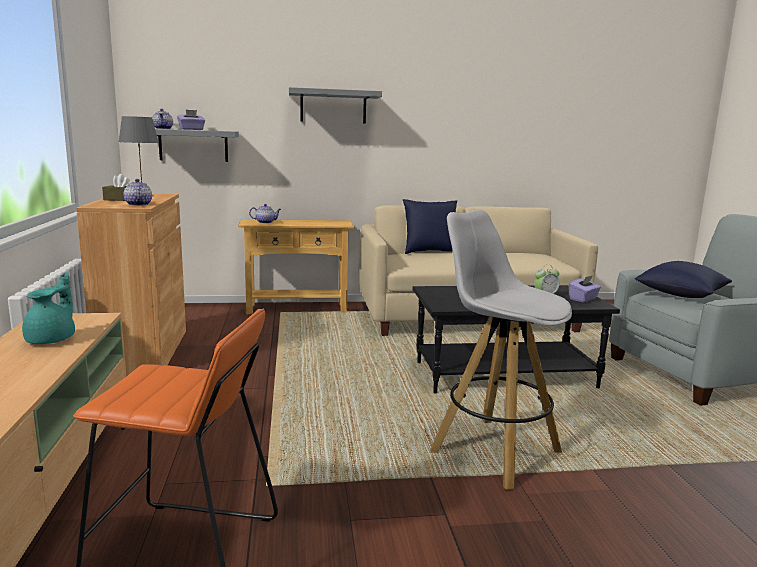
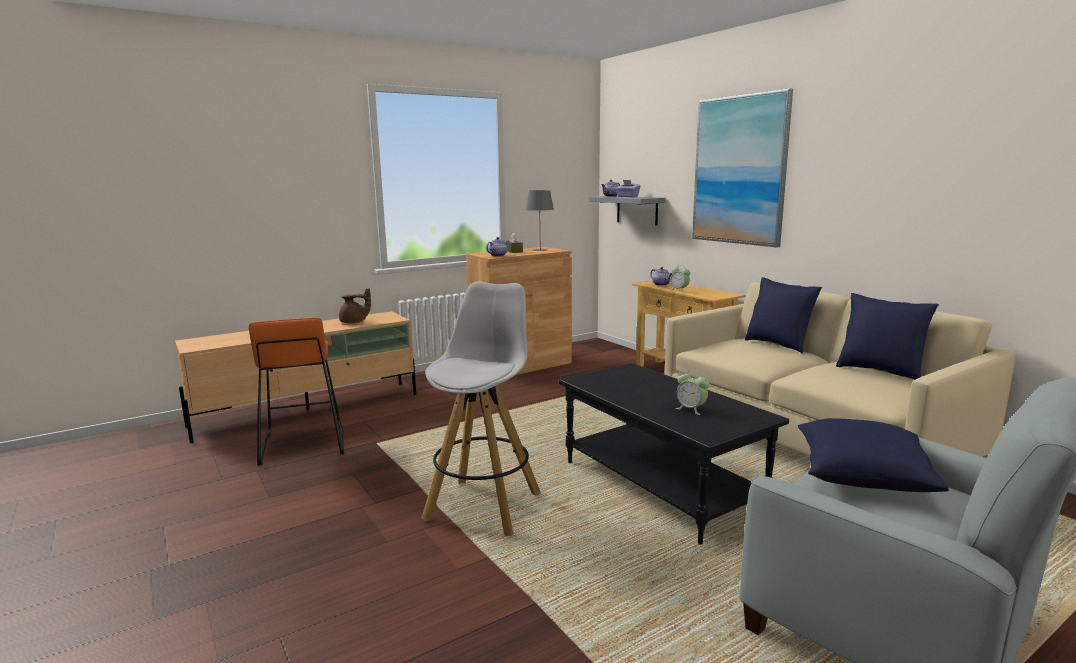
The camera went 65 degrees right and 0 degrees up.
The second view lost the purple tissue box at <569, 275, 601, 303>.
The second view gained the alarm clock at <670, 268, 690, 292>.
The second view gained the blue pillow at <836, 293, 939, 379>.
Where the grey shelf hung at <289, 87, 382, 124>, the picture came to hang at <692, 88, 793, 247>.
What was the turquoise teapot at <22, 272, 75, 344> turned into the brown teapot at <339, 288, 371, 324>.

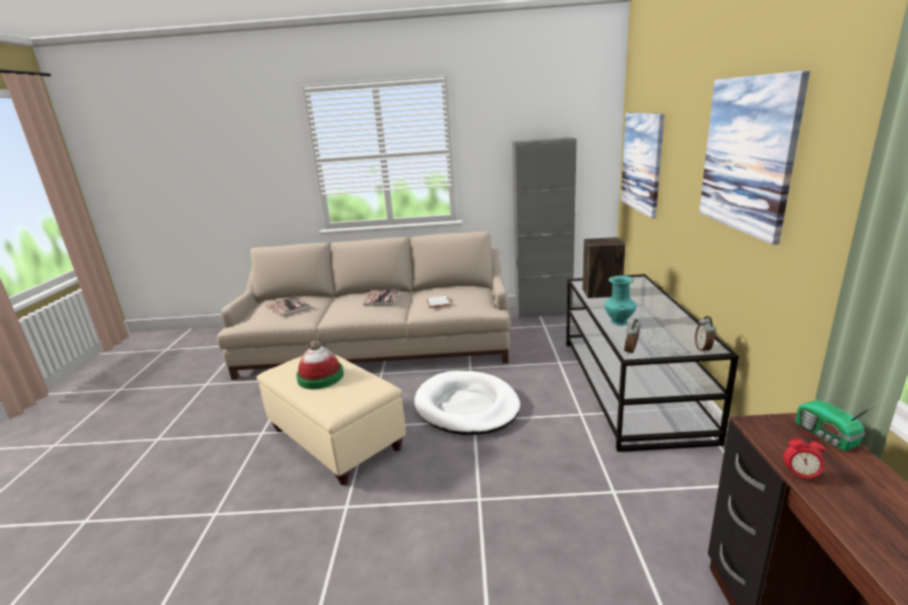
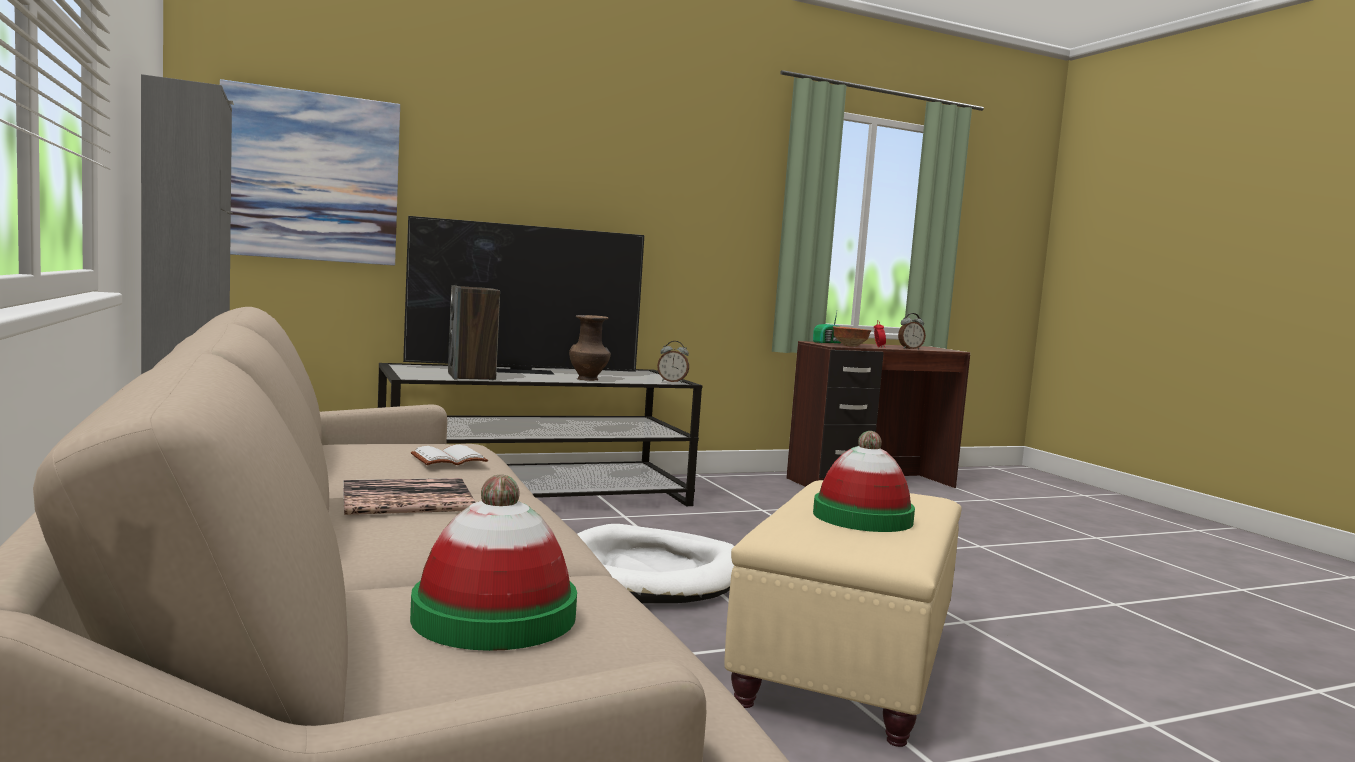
The camera went 115 degrees left and 15 degrees down.
The second view lost the picture at <699, 70, 810, 245>.
The second view gained the television at <403, 216, 644, 375>.
The second view gained the bowl at <833, 326, 872, 347>.
The alarm clock ended up elsewhere, having gone from <695, 316, 716, 353> to <898, 313, 926, 350>.
Where the book stood at <266, 297, 310, 316>, the hat came to stand at <410, 474, 577, 651>.
What was the turquoise vase at <604, 275, 636, 326> turned into the brown vase at <569, 315, 611, 381>.

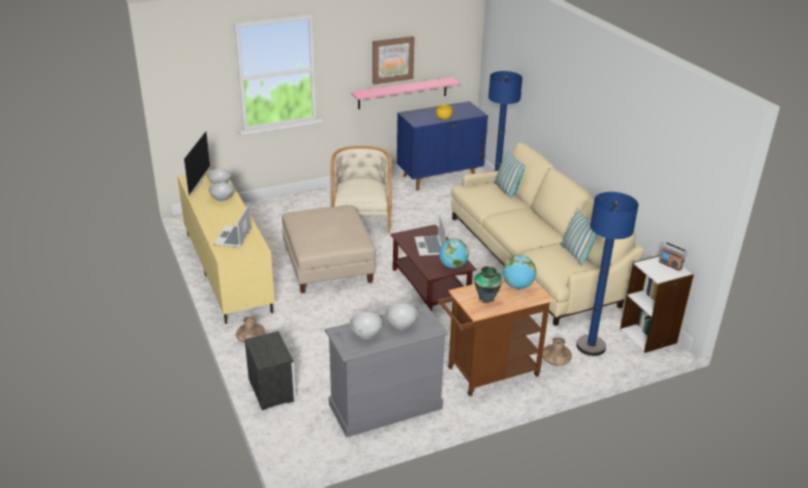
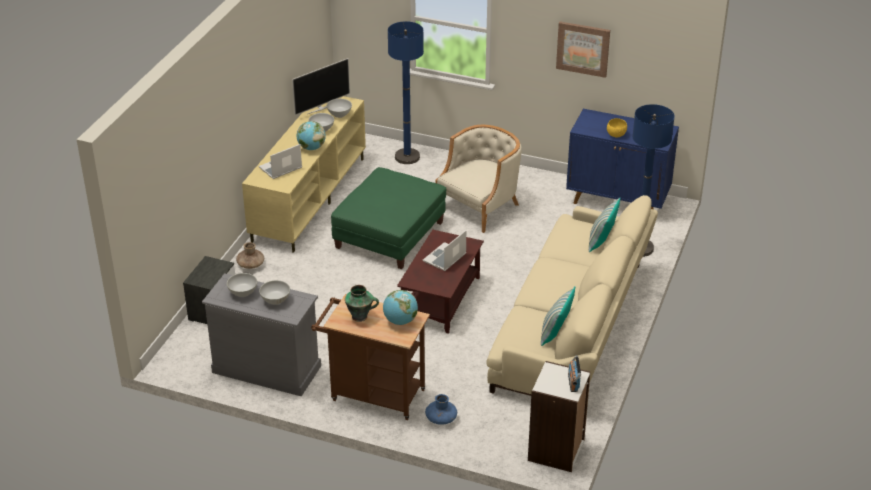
The camera went 45 degrees right and 5 degrees up.
The second view lost the pink shelf at <351, 77, 460, 109>.
The globe ended up elsewhere, having gone from <439, 239, 469, 269> to <297, 121, 326, 150>.
The blue floor lamp ended up elsewhere, having gone from <576, 192, 639, 356> to <388, 21, 424, 164>.
What was the beige ottoman at <282, 205, 376, 293> turned into the green ottoman at <331, 167, 446, 269>.
What was the brown vase at <542, 337, 572, 366> turned into the blue vase at <425, 394, 457, 425>.

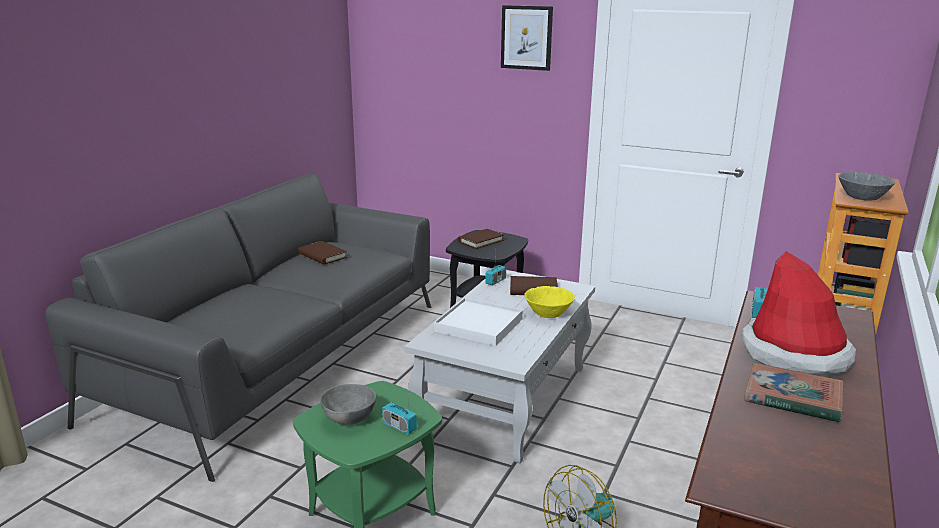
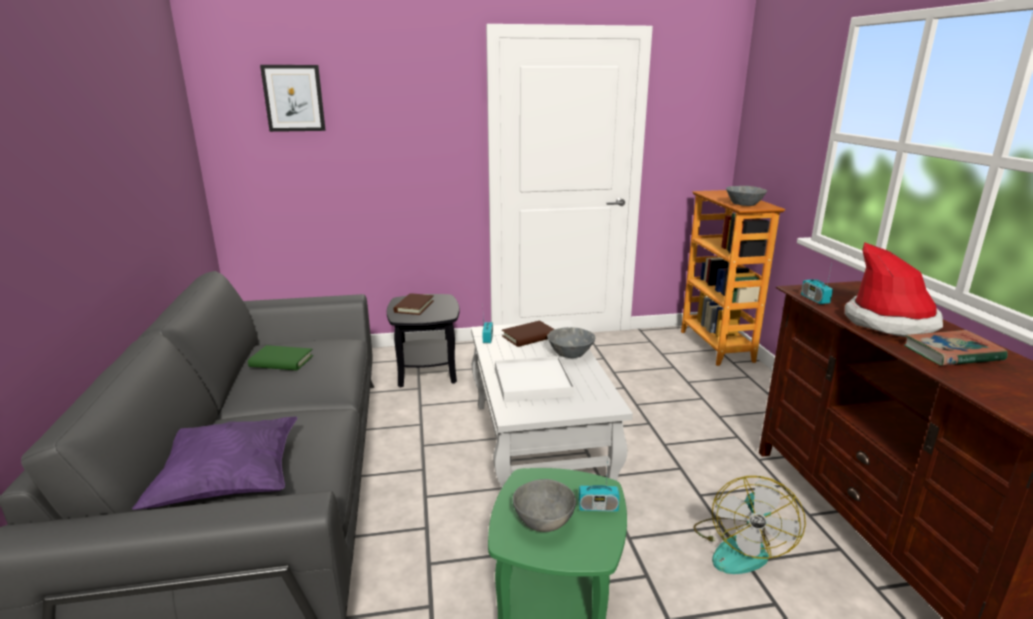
The camera went 35 degrees left and 0 degrees up.
The second view gained the purple pillow at <132, 417, 297, 510>.
The picture ended up elsewhere, having gone from <501, 5, 553, 71> to <260, 65, 326, 132>.
What was the brown book at <298, 241, 347, 265> turned into the green book at <248, 345, 313, 370>.
What was the yellow bowl at <524, 286, 575, 318> turned into the grey bowl at <547, 327, 595, 358>.

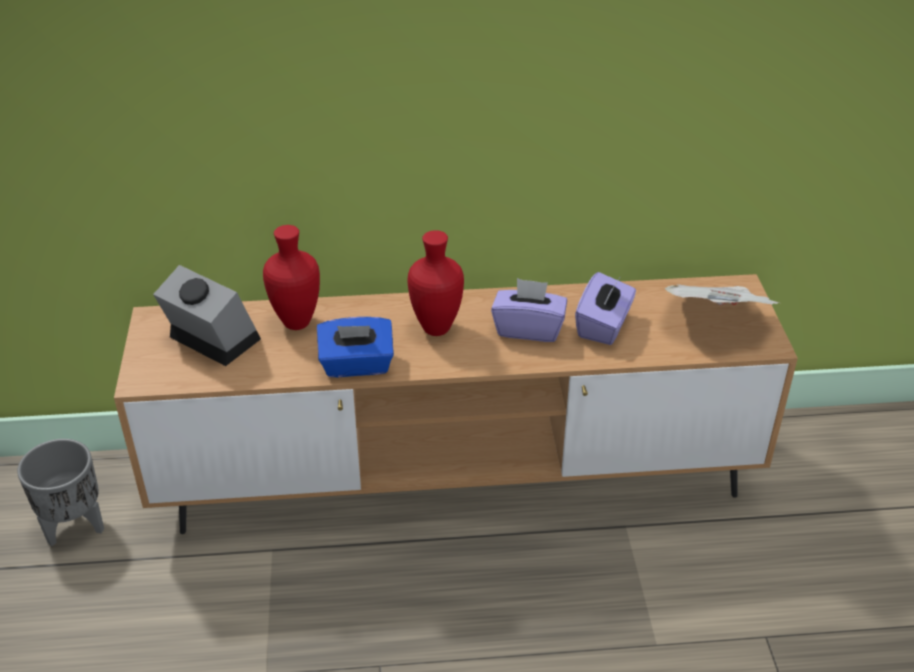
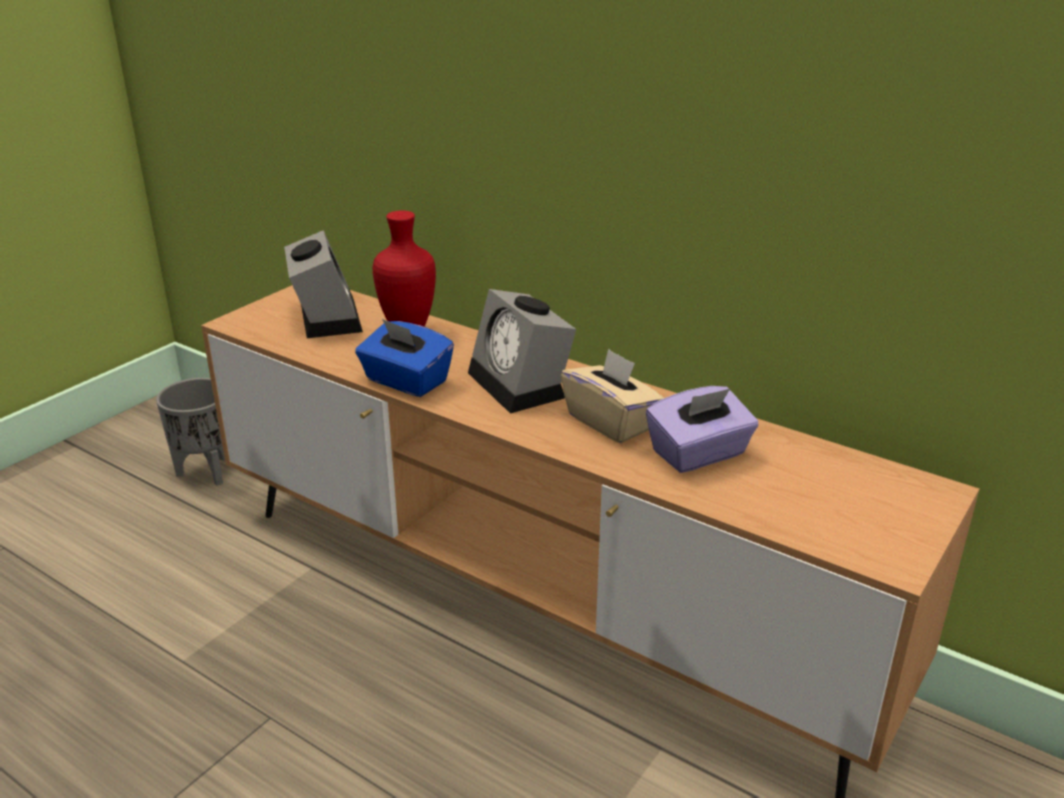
The camera went 40 degrees right and 10 degrees down.
The second view lost the newspaper at <664, 284, 779, 306>.
Where the red vase stood at <408, 230, 464, 336>, the alarm clock came to stand at <468, 289, 576, 413>.
What was the purple tissue box at <491, 278, 567, 342> turned into the beige tissue box at <561, 348, 664, 443>.

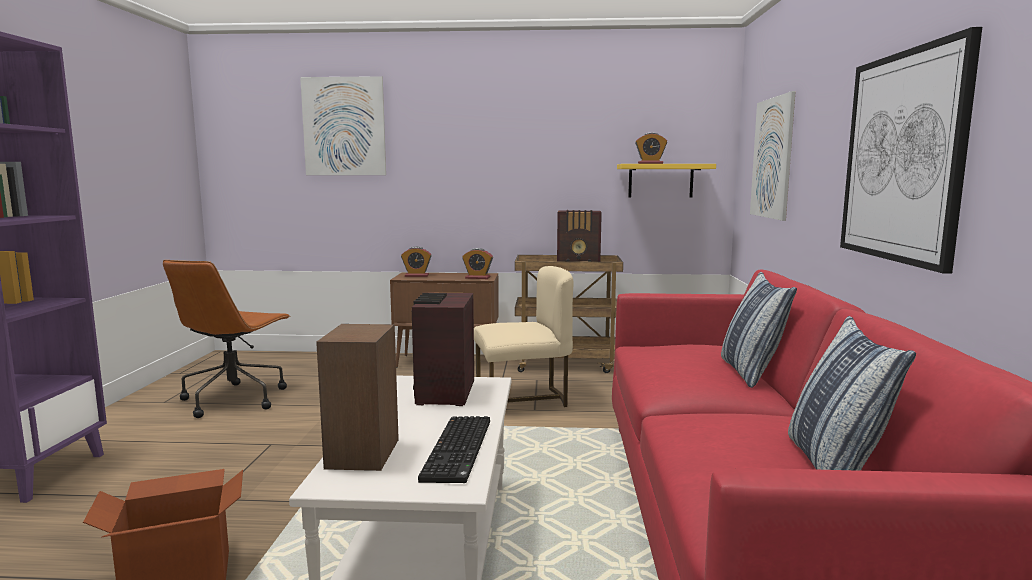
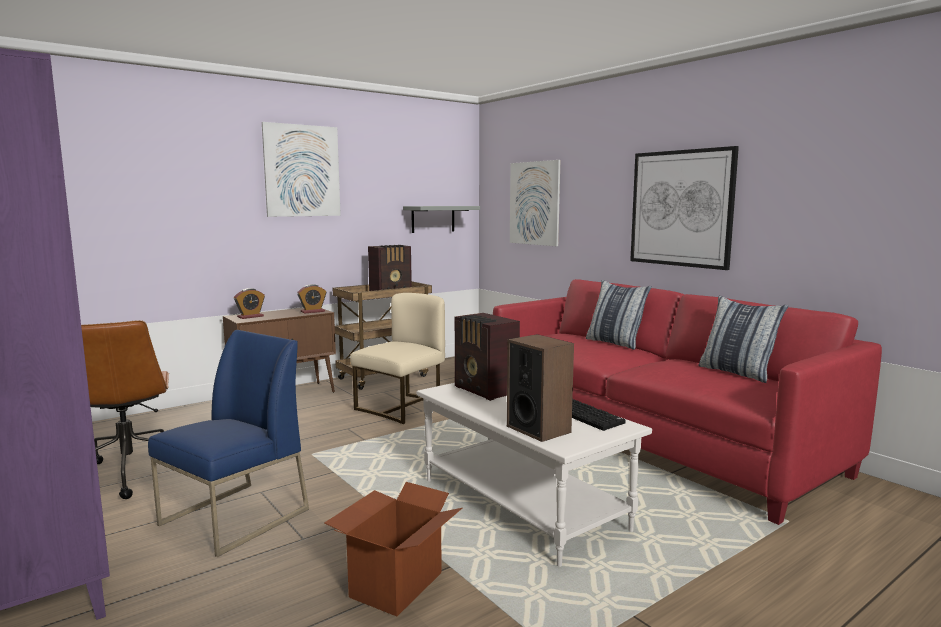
The camera went 40 degrees left and 0 degrees up.
The second view lost the alarm clock at <635, 133, 667, 164>.
The second view gained the blue chair at <148, 330, 309, 557>.
The picture ended up elsewhere, having gone from <300, 76, 386, 175> to <262, 122, 341, 217>.
What was the yellow shelf at <617, 164, 716, 198> turned into the grey shelf at <403, 206, 480, 233>.

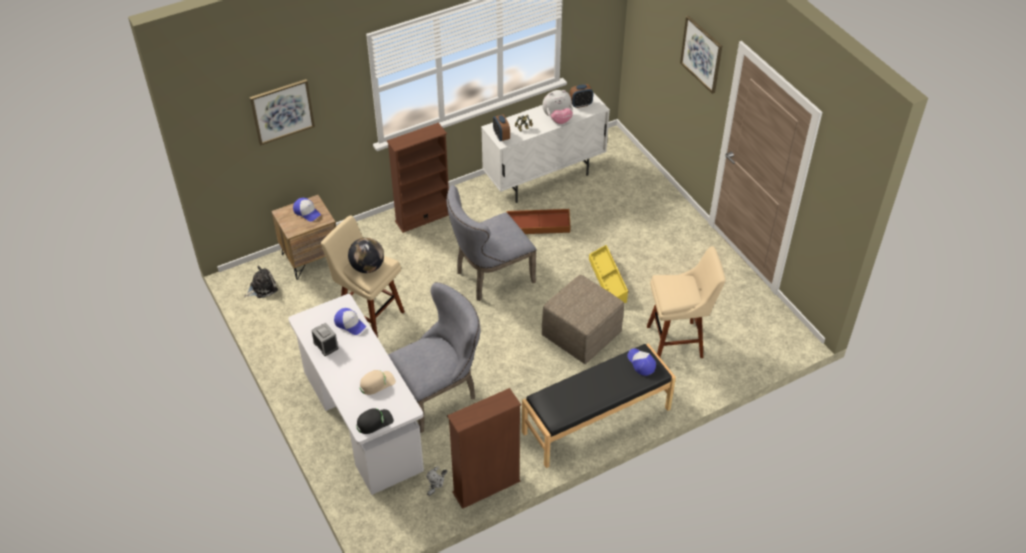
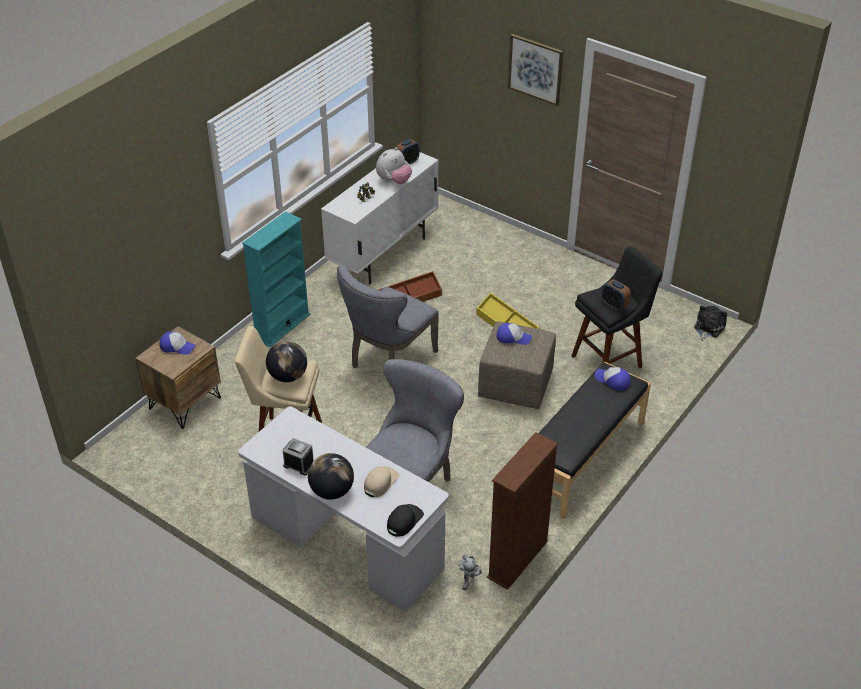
The camera went 25 degrees left and 5 degrees down.
The second view lost the picture at <250, 79, 315, 145>.
The second view gained the globe at <308, 453, 354, 500>.
The plush toy ended up elsewhere, having gone from <244, 266, 278, 298> to <694, 306, 727, 341>.
The cap ended up elsewhere, having gone from <334, 308, 366, 335> to <496, 323, 532, 345>.
The alarm clock ended up elsewhere, having gone from <493, 114, 510, 141> to <602, 279, 631, 311>.
What was the brown bookcase at <387, 123, 449, 233> turned into the turquoise bookcase at <242, 211, 310, 347>.
What was the beige stool at <647, 246, 726, 358> turned into the black stool at <571, 246, 662, 368>.

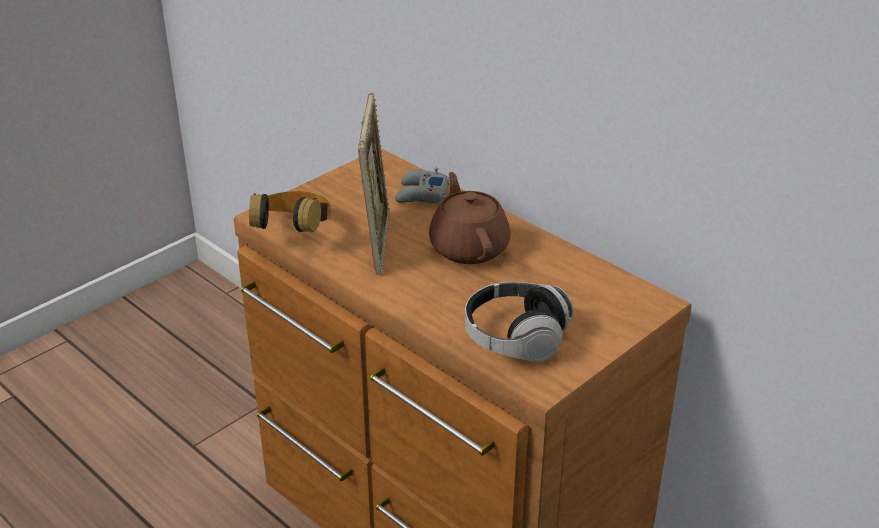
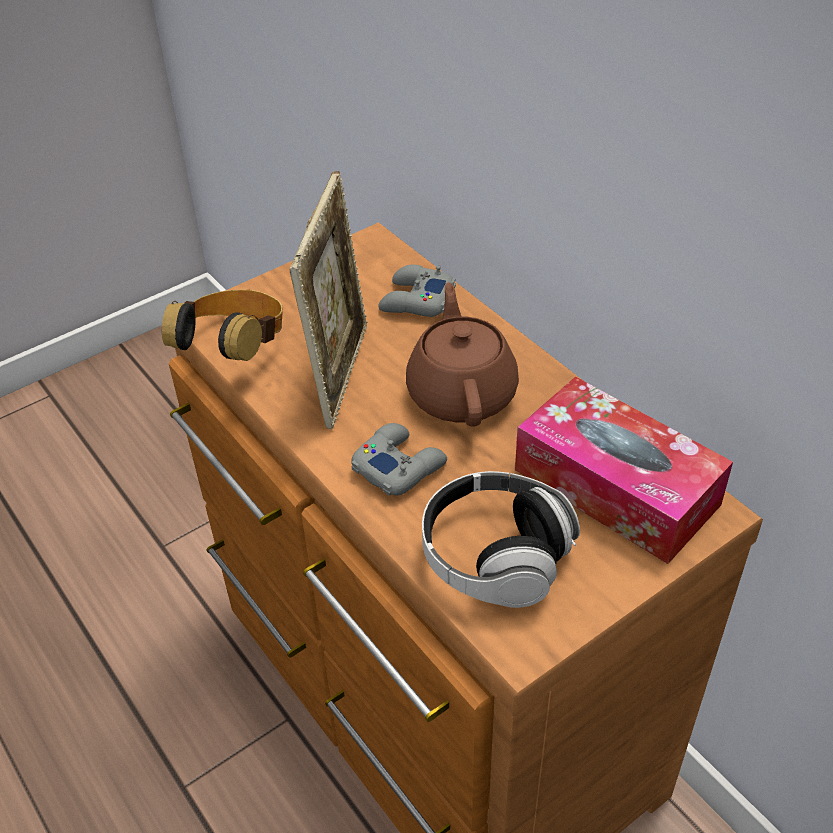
The camera went 10 degrees right and 10 degrees up.
The second view gained the grey game controller at <351, 423, 447, 496>.
The second view gained the tissue box at <515, 376, 733, 564>.

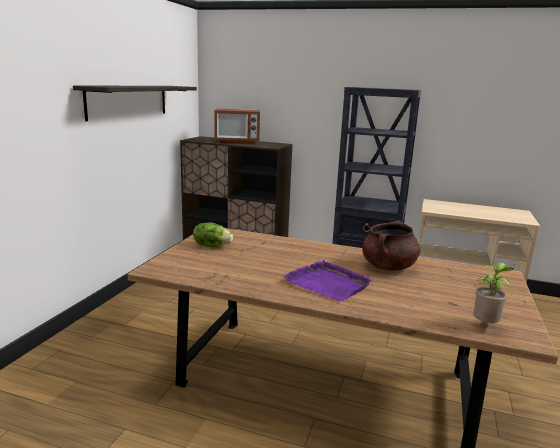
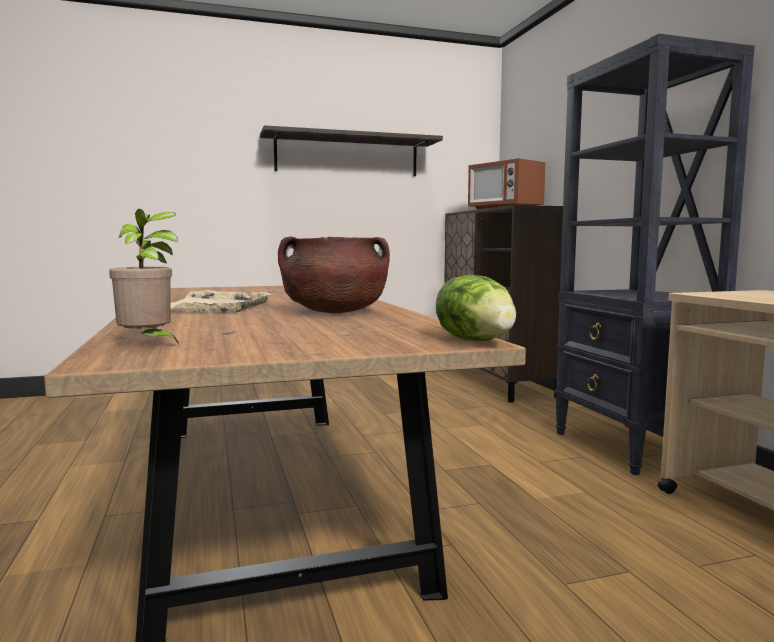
The camera went 55 degrees right and 10 degrees down.
The lettuce ended up elsewhere, having gone from <193, 223, 233, 247> to <436, 275, 516, 341>.
What was the purple tray at <283, 260, 372, 301> turned into the beige tray at <171, 290, 272, 313>.

